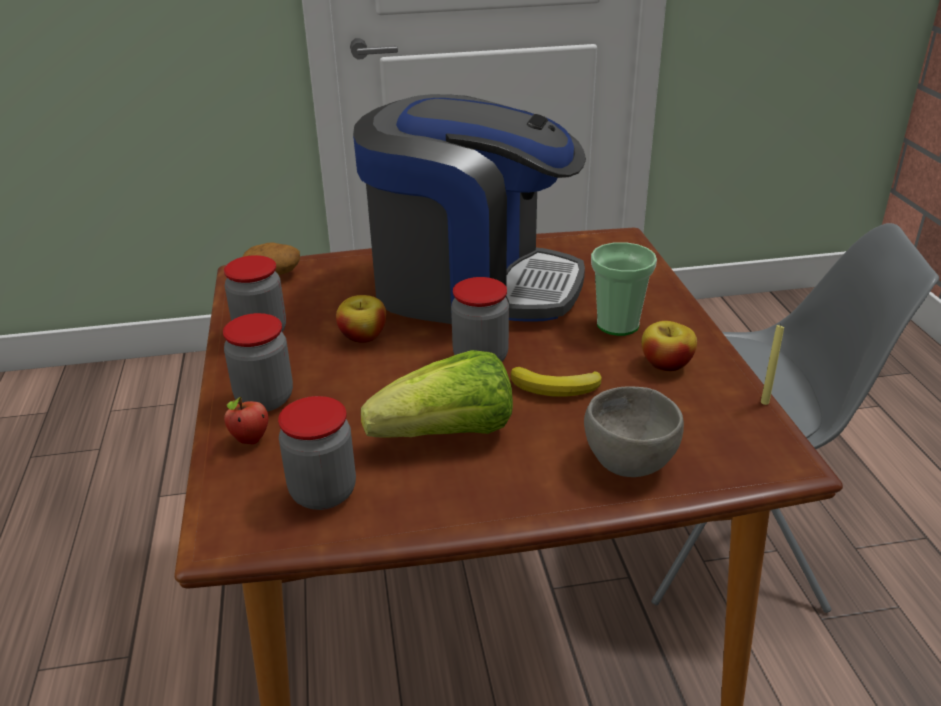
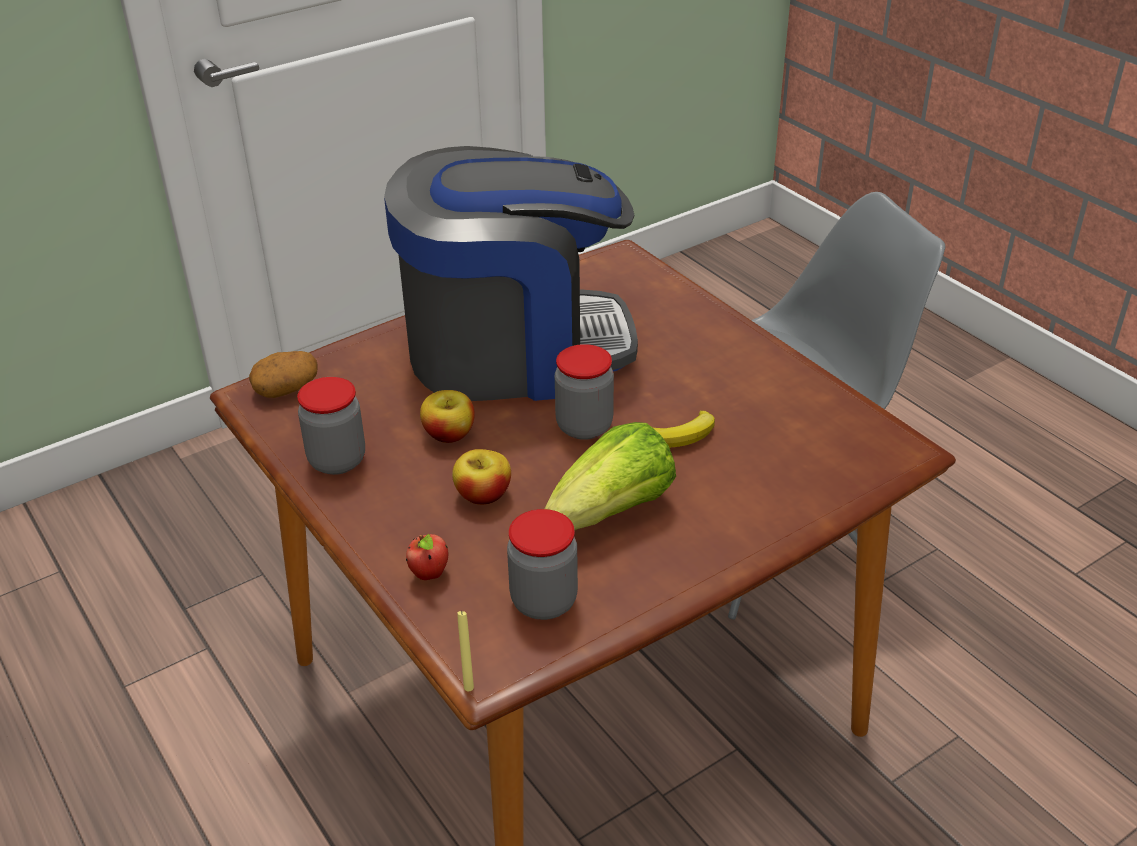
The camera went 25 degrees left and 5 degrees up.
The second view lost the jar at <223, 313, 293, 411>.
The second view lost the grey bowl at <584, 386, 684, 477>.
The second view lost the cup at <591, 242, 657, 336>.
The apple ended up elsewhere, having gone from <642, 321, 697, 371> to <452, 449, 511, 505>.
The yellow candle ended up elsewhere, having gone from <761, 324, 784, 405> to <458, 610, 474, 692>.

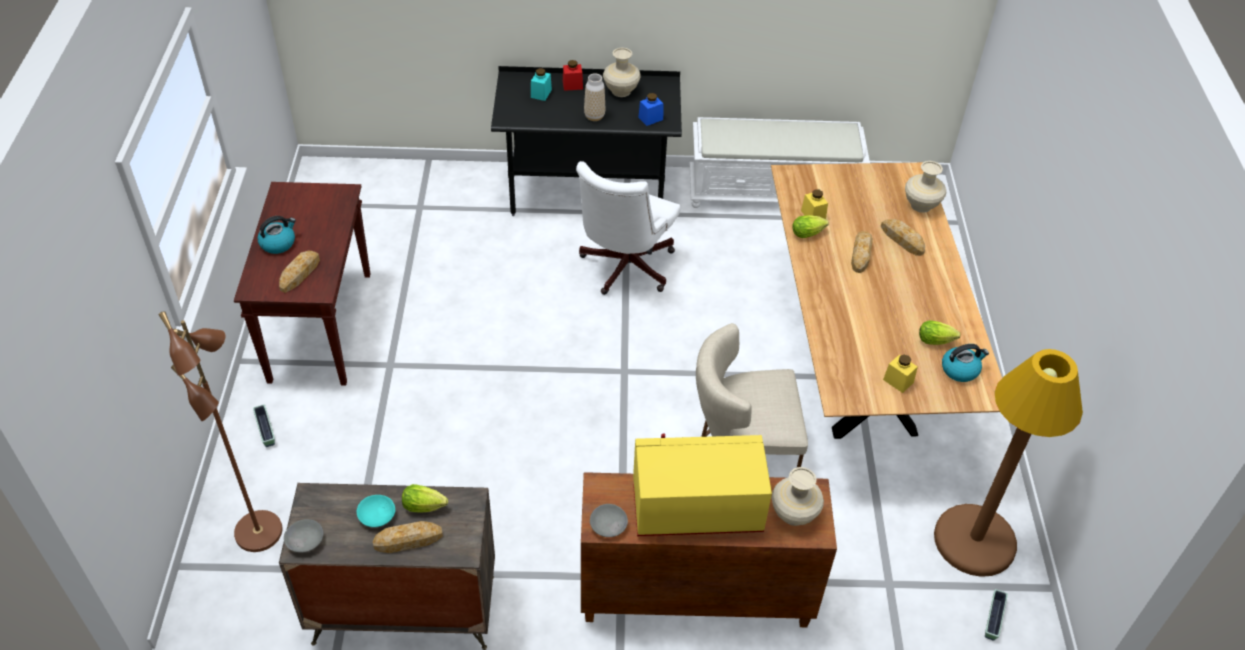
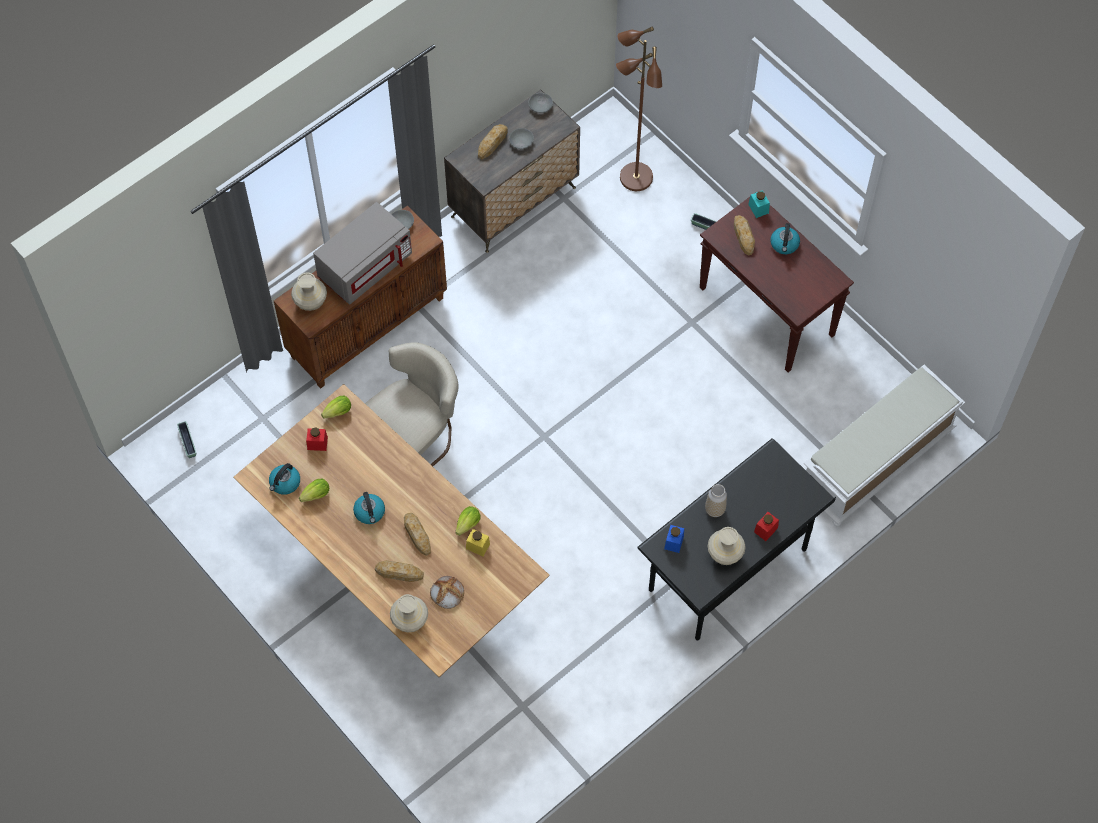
The camera went 140 degrees right and 15 degrees up.
The second view lost the white office chair at <576, 161, 680, 295>.
The second view lost the brown floor lamp at <934, 349, 1083, 577>.
The second view gained the kettle at <353, 492, 385, 524>.
The second view gained the bread at <430, 576, 464, 609>.
The lettuce ended up elsewhere, having gone from <402, 484, 448, 513> to <321, 396, 351, 419>.
The turquoise jar ended up elsewhere, having gone from <531, 68, 552, 101> to <748, 190, 770, 218>.
The white bench ended up elsewhere, having gone from <689, 117, 870, 208> to <803, 364, 965, 526>.
What was the turquoise bowl at <357, 495, 395, 527> turned into the grey bowl at <509, 128, 534, 149>.
What was the yellow microwave at <633, 433, 772, 536> turned into the grey microwave at <313, 202, 412, 305>.
What was the yellow jar at <883, 354, 918, 393> turned into the red jar at <306, 427, 328, 451>.

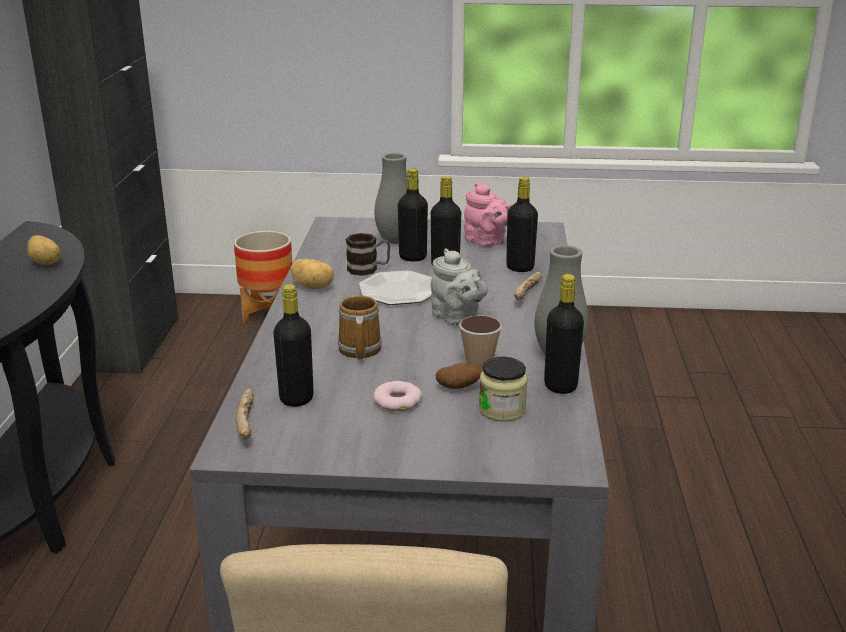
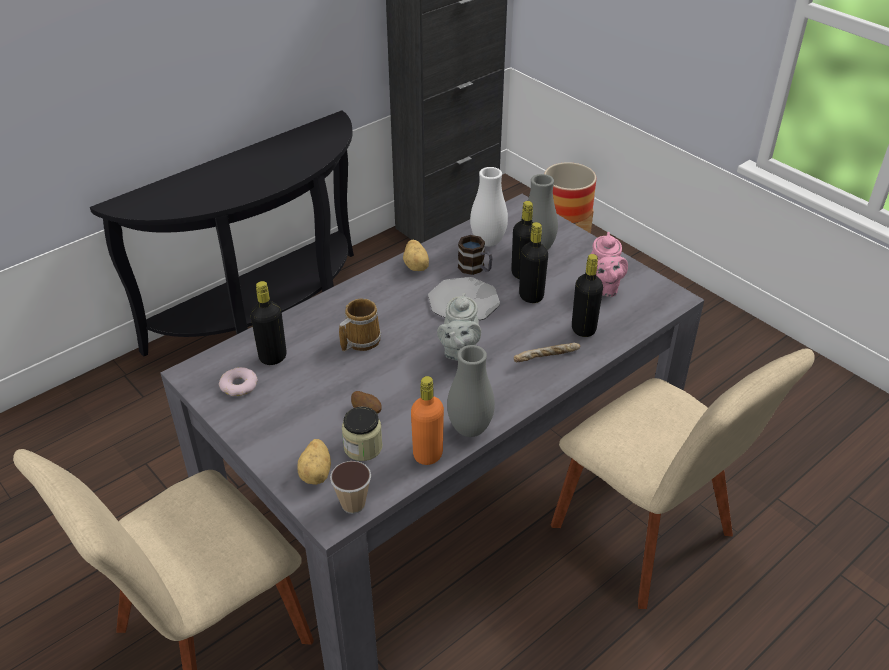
The camera went 45 degrees right and 15 degrees up.
The second view lost the bread at <236, 389, 254, 439>.
The second view gained the white vase at <470, 167, 508, 247>.
The second view gained the beige chair at <551, 348, 815, 609>.
The potato ended up elsewhere, having gone from <27, 235, 61, 265> to <297, 439, 331, 485>.
The donut ended up elsewhere, having gone from <373, 381, 422, 411> to <219, 367, 258, 396>.
The cup ended up elsewhere, having gone from <459, 315, 502, 371> to <330, 461, 371, 514>.
What was the black bottle at <544, 274, 584, 394> turned into the orange bottle at <411, 376, 444, 465>.

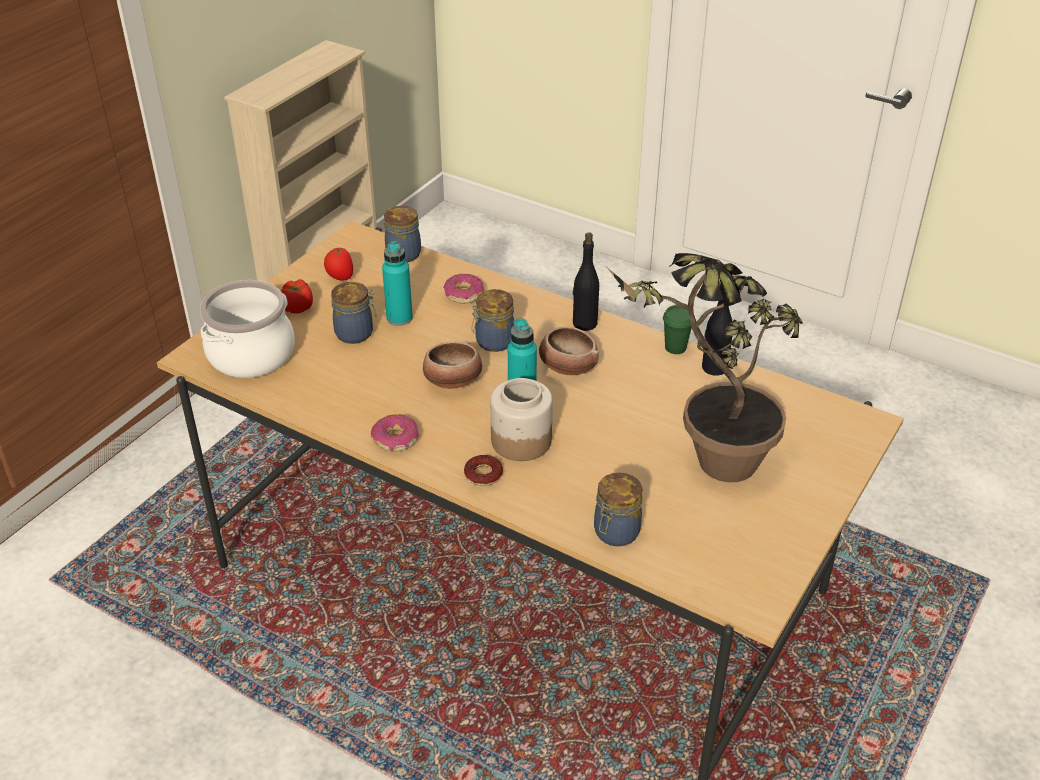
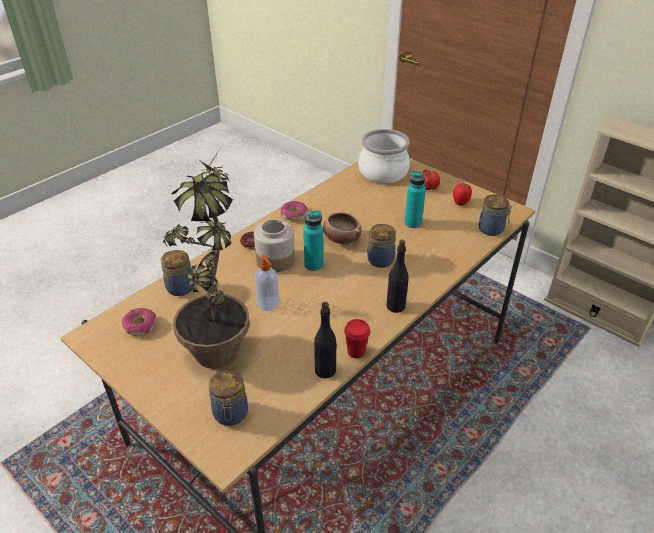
The camera went 100 degrees right and 0 degrees up.
The second view lost the bowl at <539, 327, 599, 375>.
The second view gained the soap dispenser at <255, 255, 279, 311>.
The jar ended up elsewhere, having gone from <331, 282, 376, 344> to <209, 370, 248, 426>.
The donut ended up elsewhere, having gone from <443, 274, 484, 304> to <122, 308, 156, 336>.
What was the green cup at <663, 305, 691, 354> turned into the red cup at <344, 319, 370, 359>.

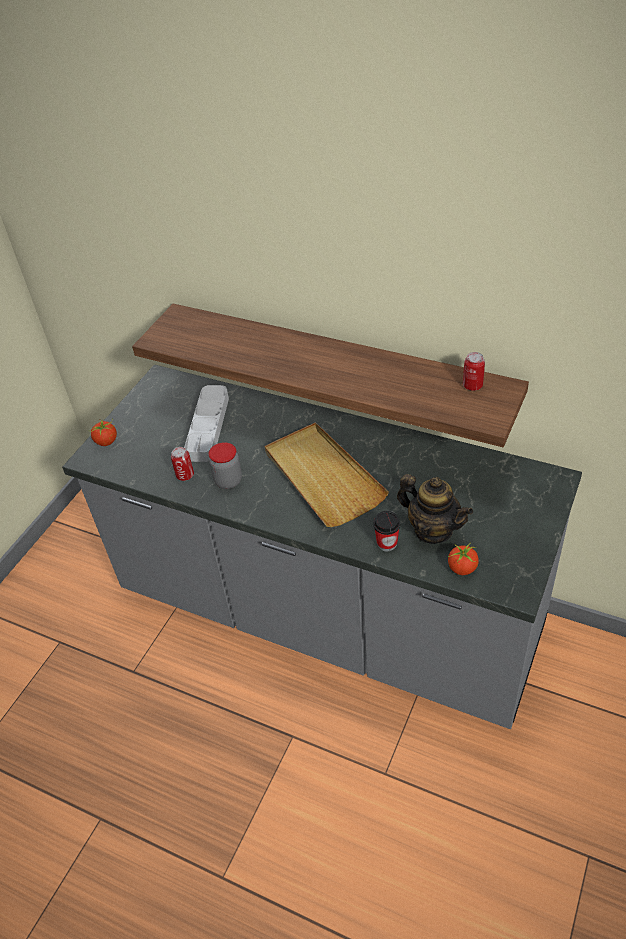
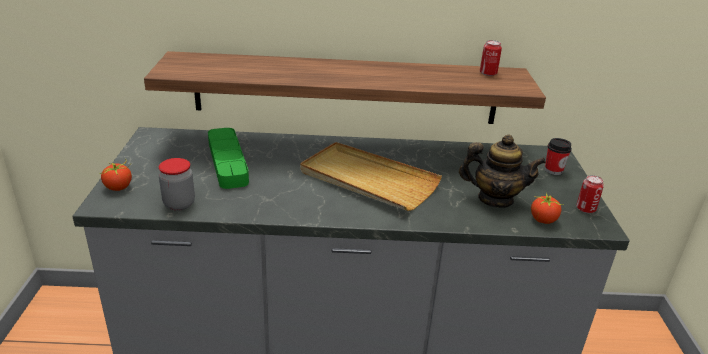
The camera went 30 degrees left and 15 degrees down.
The can ended up elsewhere, having gone from <171, 447, 194, 481> to <576, 175, 604, 213>.
The jar ended up elsewhere, having gone from <209, 442, 242, 489> to <159, 158, 195, 211>.
The cup ended up elsewhere, having gone from <373, 511, 400, 552> to <545, 138, 572, 175>.
What was the grey tray at <184, 385, 229, 462> turned into the green tray at <208, 128, 249, 189>.

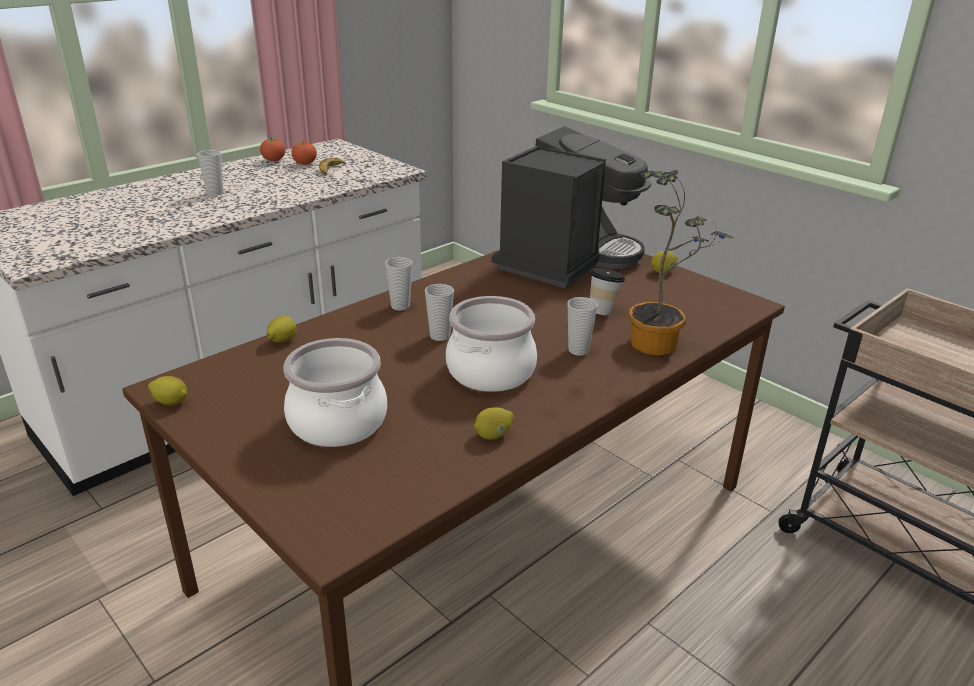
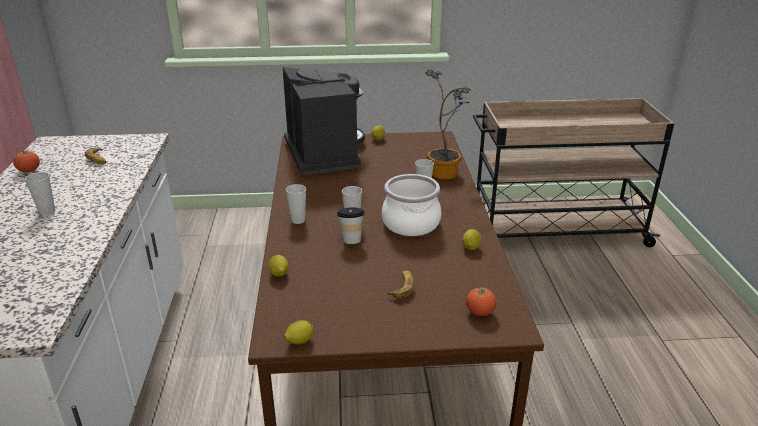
The camera went 50 degrees left and 0 degrees up.
The tomato ended up elsewhere, having gone from <291, 142, 317, 165> to <466, 287, 496, 316>.
The cup ended up elsewhere, having gone from <590, 268, 625, 315> to <337, 208, 365, 244>.
Where the cooking pot stood at <283, 338, 387, 447>, the banana came to stand at <387, 270, 414, 299>.

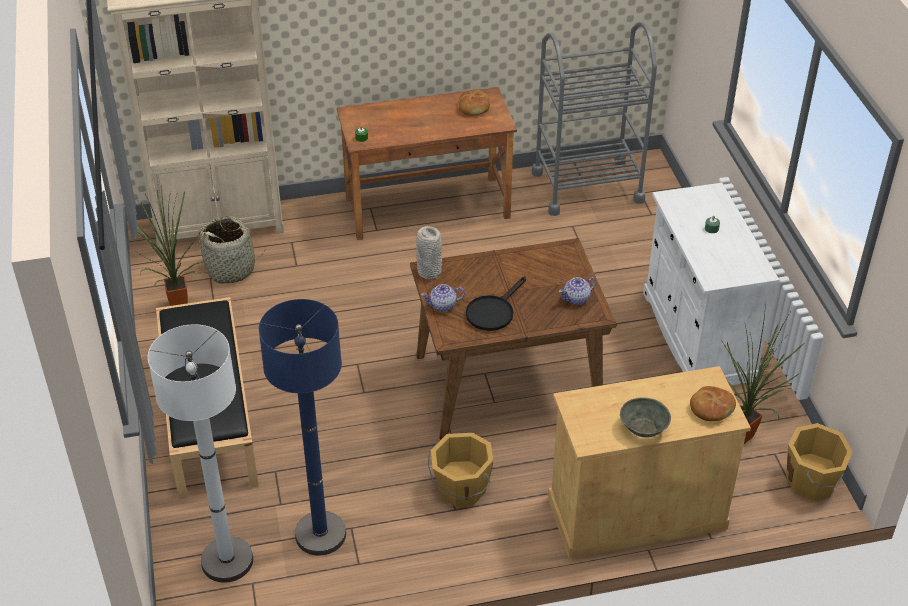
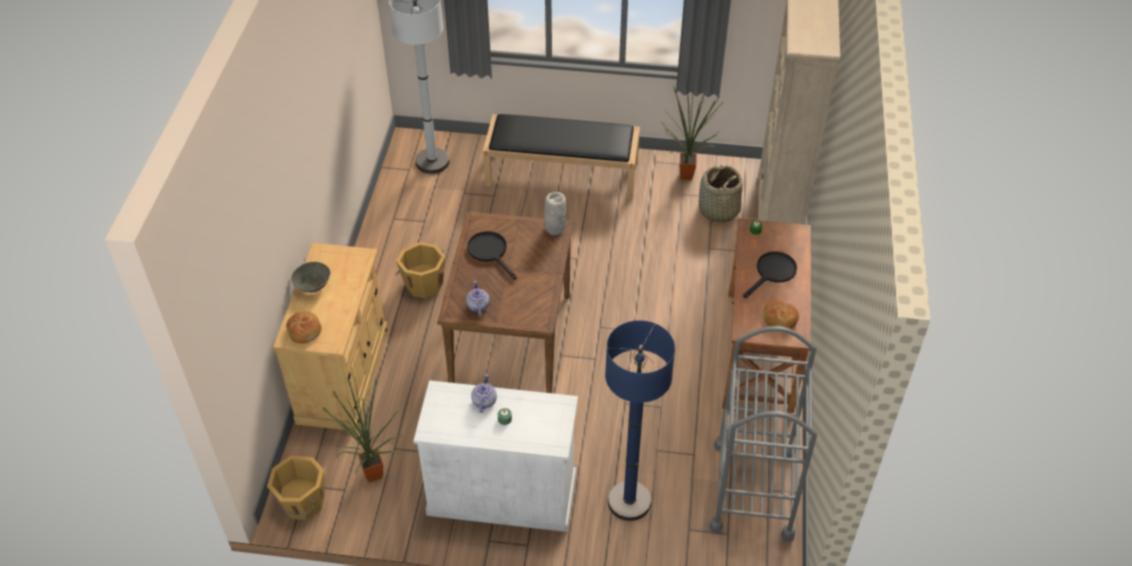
The camera went 110 degrees right and 5 degrees up.
The second view gained the black frying pan at <743, 252, 797, 298>.
The blue floor lamp ended up elsewhere, having gone from <259, 299, 346, 556> to <605, 320, 675, 521>.
The teapot ended up elsewhere, having gone from <421, 284, 465, 312> to <471, 374, 497, 413>.

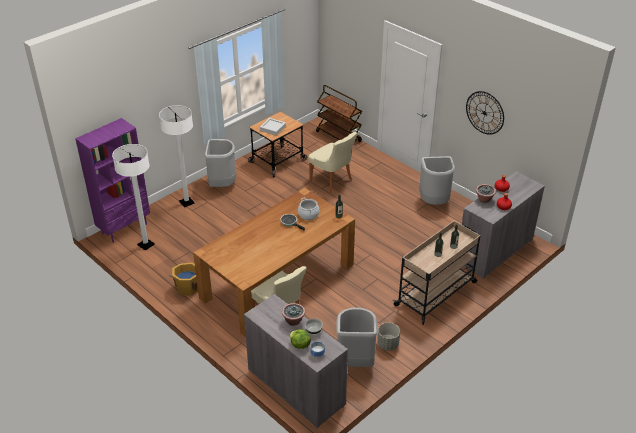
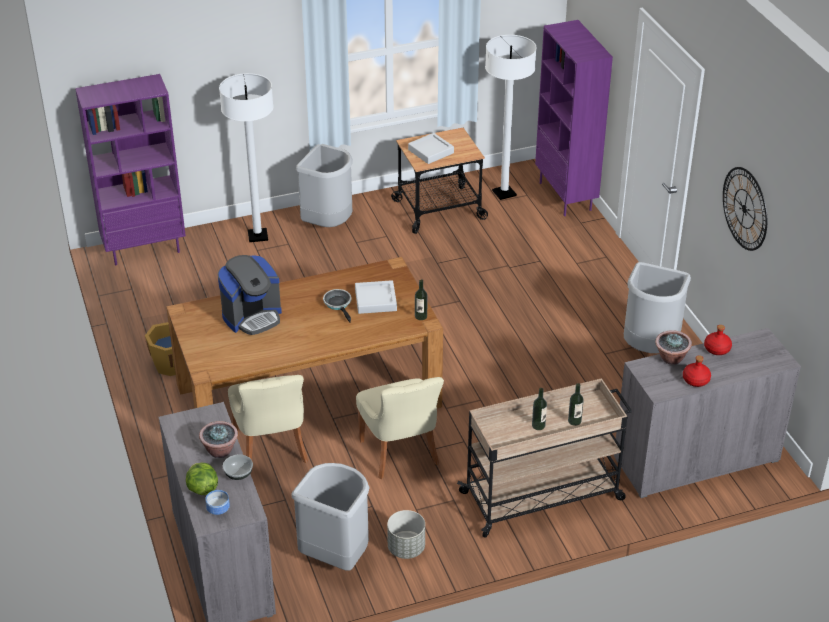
The camera went 25 degrees right and 0 degrees up.
The second view gained the coffee machine at <218, 255, 282, 335>.
The white floor lamp ended up elsewhere, having gone from <112, 144, 155, 250> to <485, 35, 537, 200>.
The beige chair ended up elsewhere, having gone from <308, 132, 357, 193> to <356, 377, 444, 479>.
Where the cooking pot stood at <298, 198, 319, 220>, the grey tray came to stand at <355, 280, 397, 314>.
Where the brown cart stood at <316, 85, 362, 142>, the purple bookcase came to stand at <535, 20, 613, 216>.

